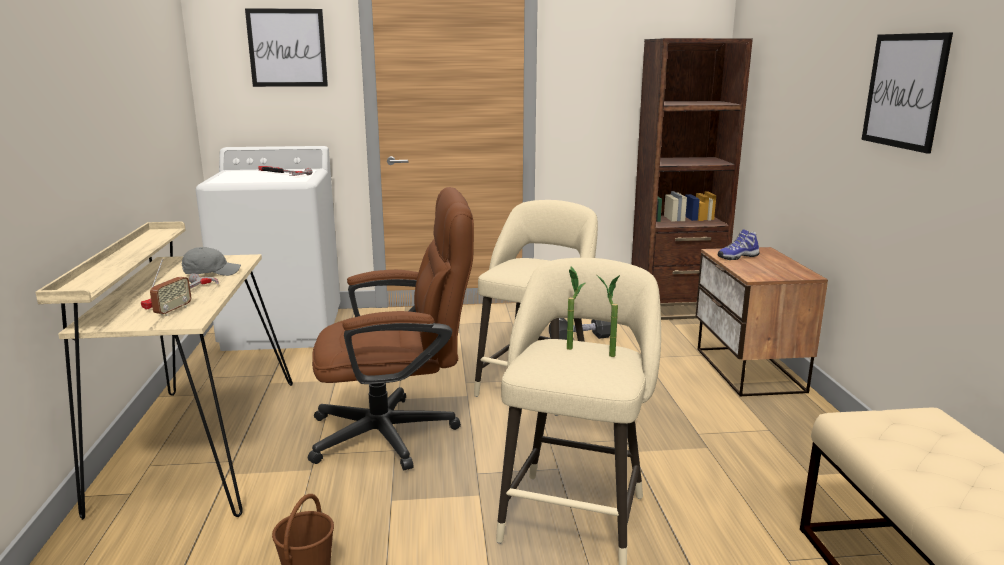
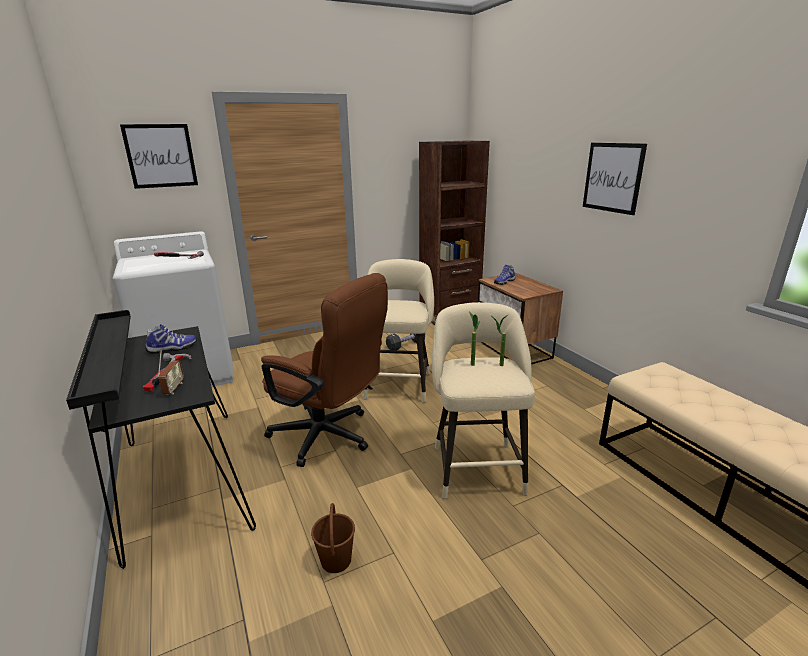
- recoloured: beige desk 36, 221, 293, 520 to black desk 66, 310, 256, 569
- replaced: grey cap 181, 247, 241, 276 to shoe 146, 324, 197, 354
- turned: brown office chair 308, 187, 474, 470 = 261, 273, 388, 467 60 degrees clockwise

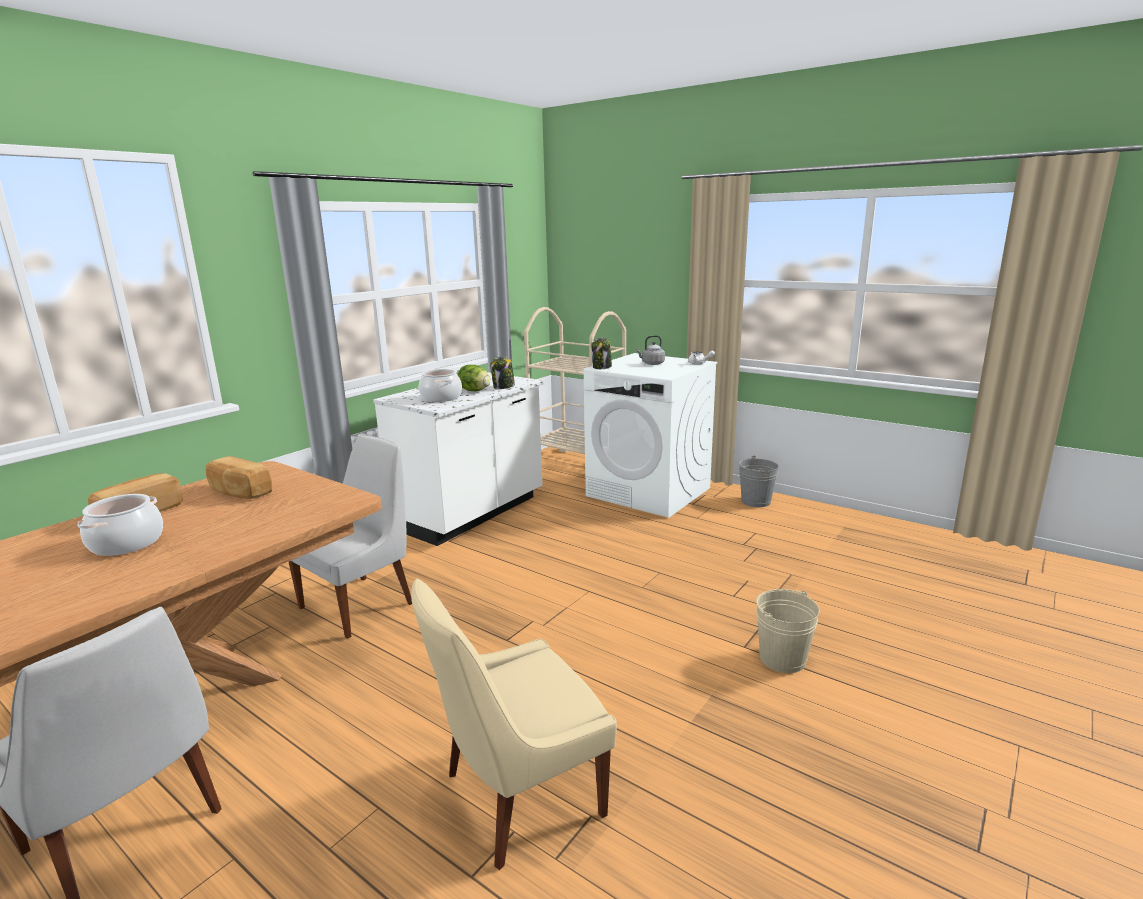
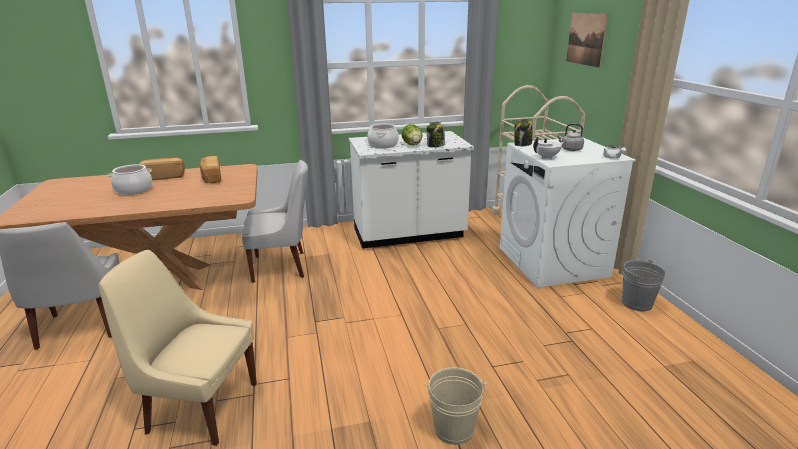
- added: white teapot 533, 137, 564, 160
- added: picture 566, 13, 608, 68

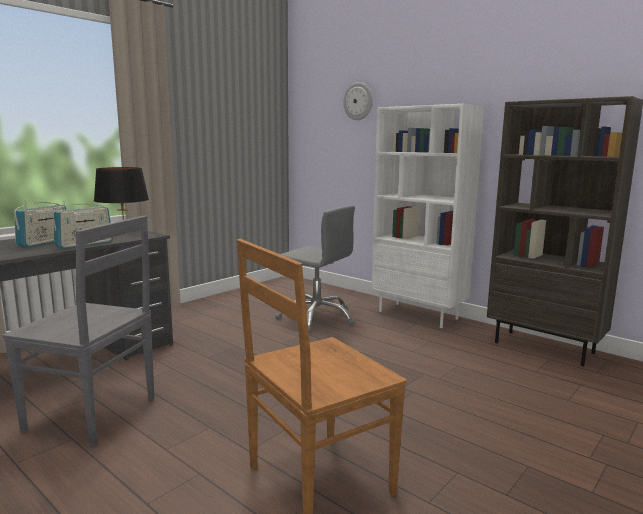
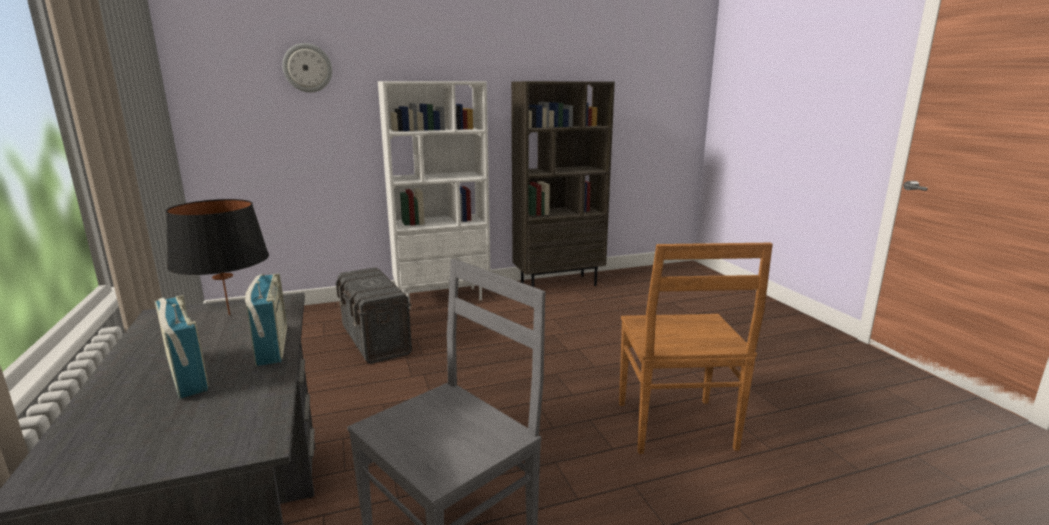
- replaced: grey office chair 275, 205, 355, 332 to grey storage box 336, 267, 412, 364

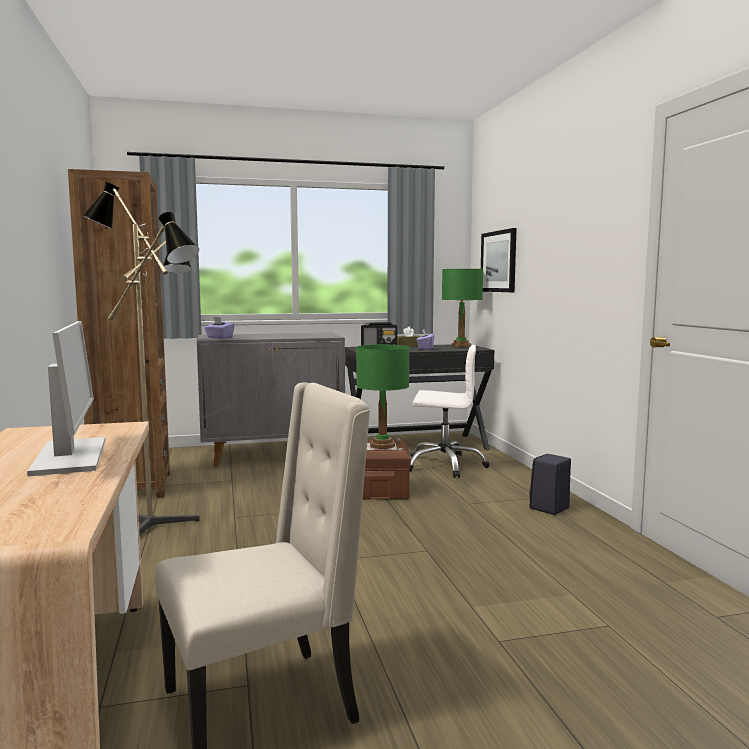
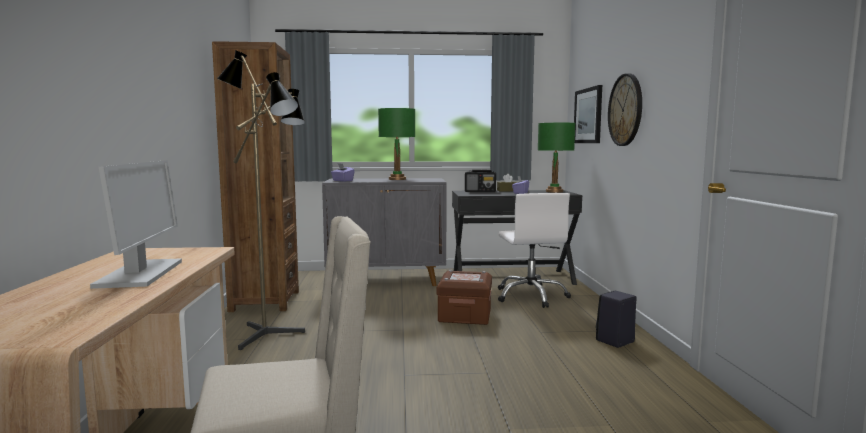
- moved: green table lamp 356, 345, 410, 449 to 378, 108, 415, 180
- turned: white office chair 410, 345, 490, 478 = 498, 193, 571, 308 60 degrees clockwise
- added: wall clock 608, 73, 642, 146

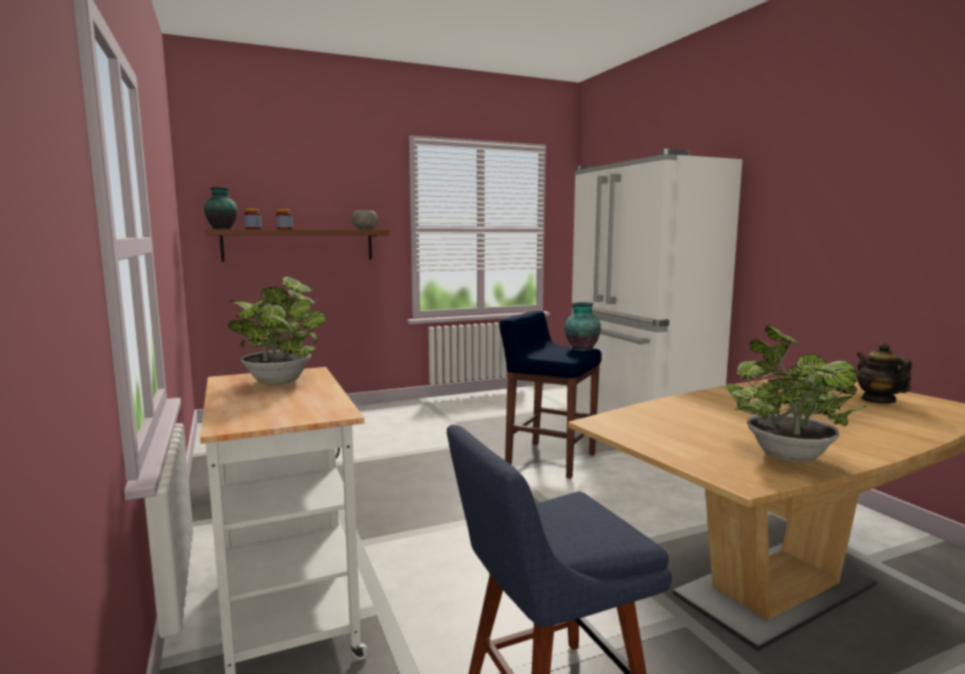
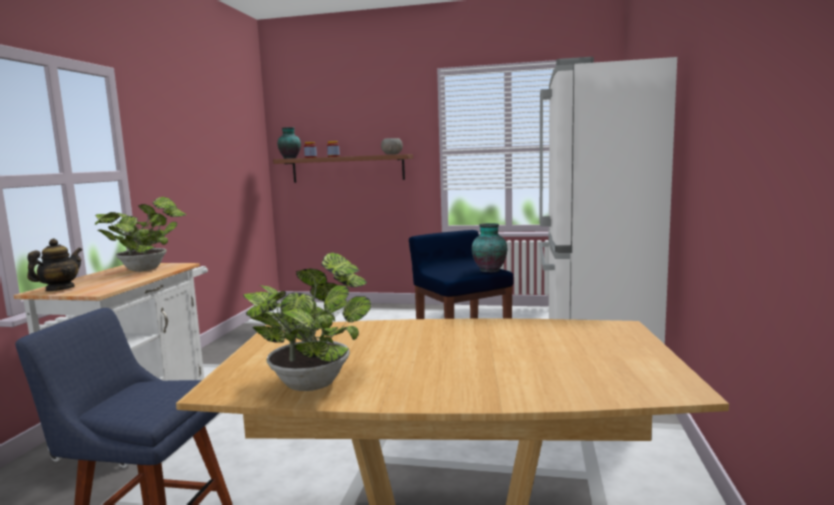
- moved: teapot 856, 343, 912, 404 to 27, 239, 82, 291

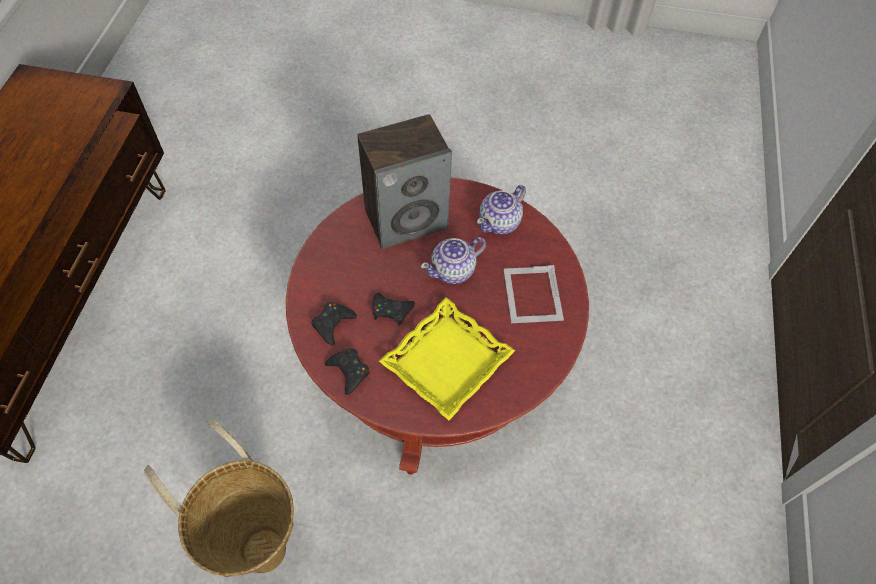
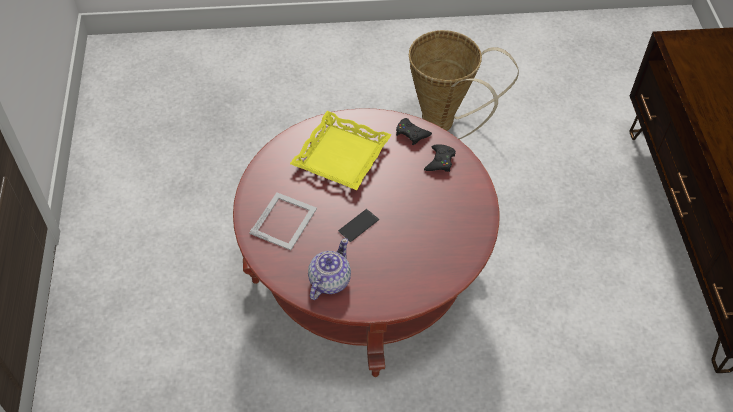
- removed: speaker 358, 114, 452, 249
- removed: black game controller 372, 293, 415, 326
- replaced: teapot 421, 237, 486, 284 to phone 338, 209, 379, 242
- turned: picture frame 504, 265, 564, 323 = 250, 193, 317, 250 45 degrees clockwise

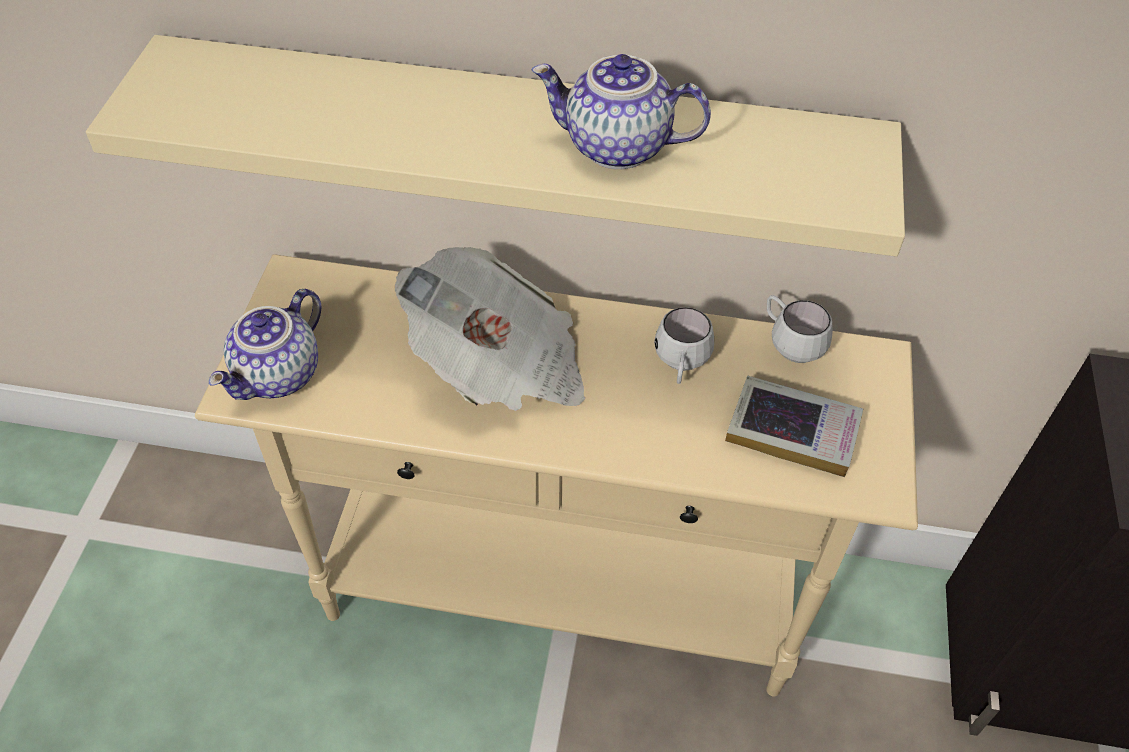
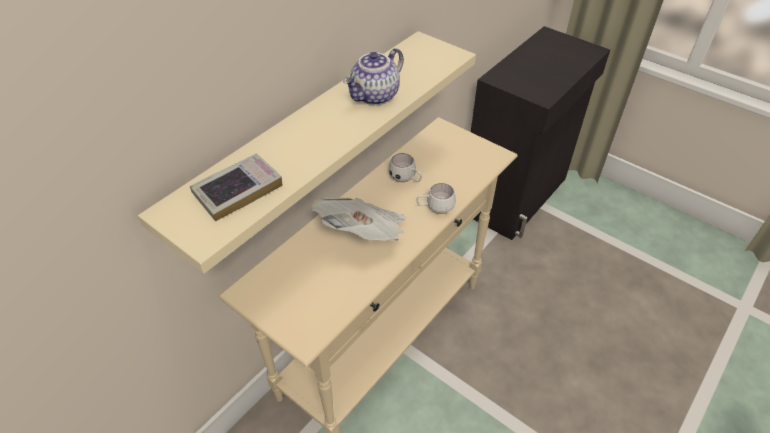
- removed: teapot 209, 289, 321, 400
- moved: book 725, 375, 863, 477 to 190, 154, 283, 222
- moved: white mug 767, 295, 832, 363 to 416, 183, 456, 214

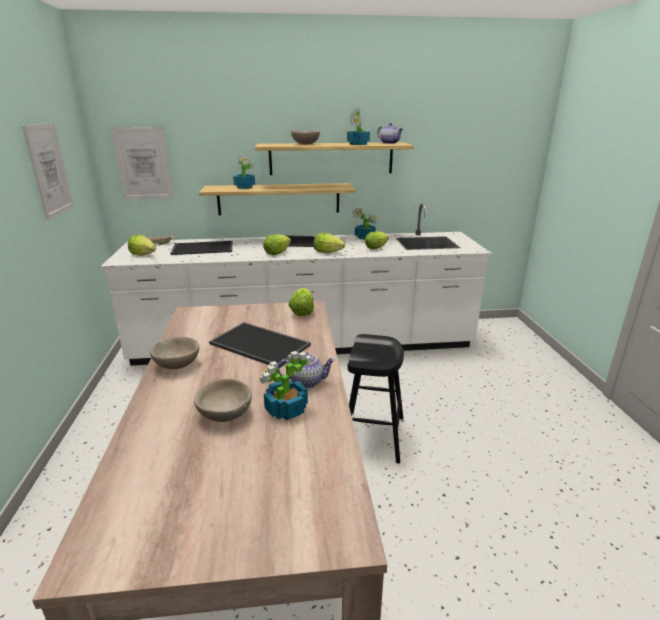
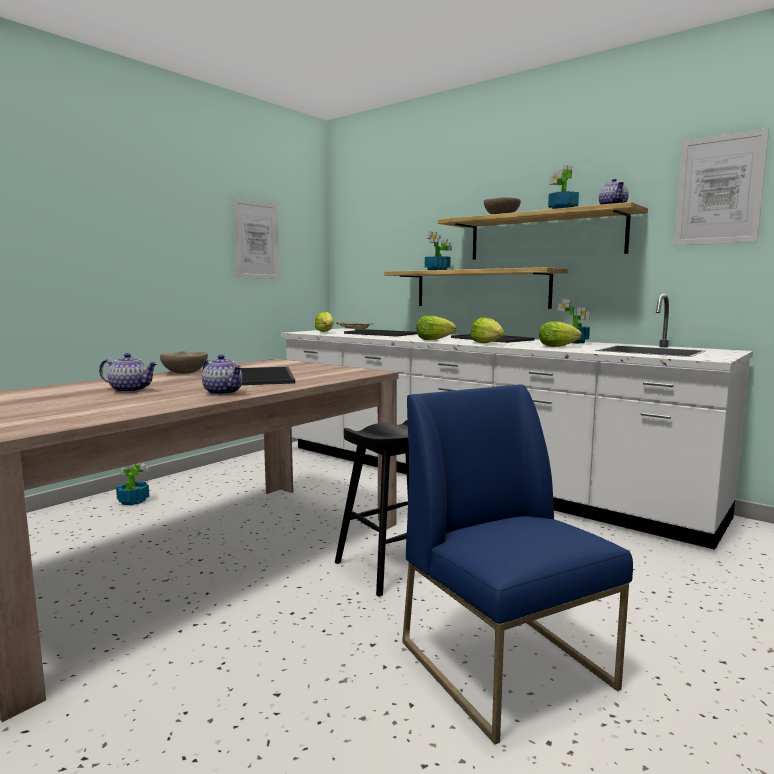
- moved: picture 111, 127, 173, 199 to 674, 128, 769, 246
- replaced: beige bowl 194, 379, 252, 422 to teapot 99, 353, 158, 393
- moved: potted plant 260, 351, 312, 420 to 116, 462, 149, 505
- removed: lettuce 289, 288, 314, 316
- added: blue chair 402, 384, 633, 744

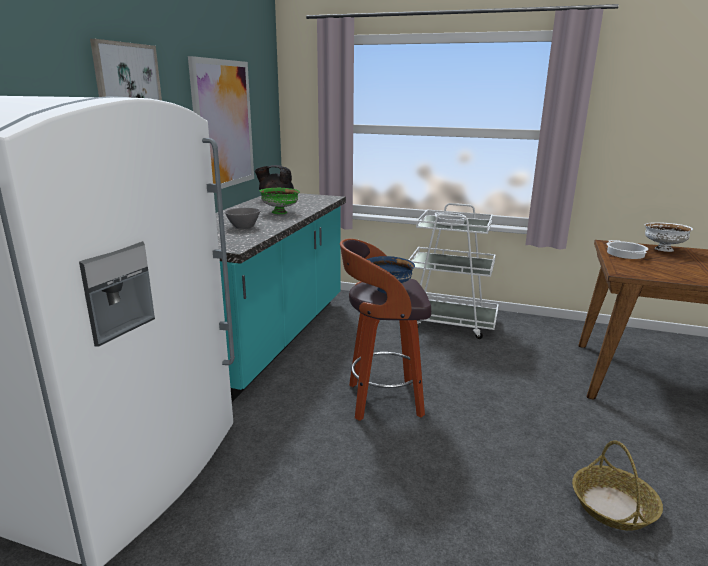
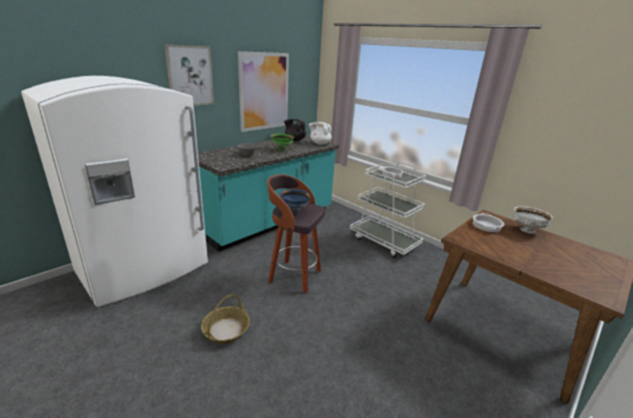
- moved: basket 572, 441, 663, 530 to 201, 294, 250, 344
- added: white teapot 309, 122, 332, 145

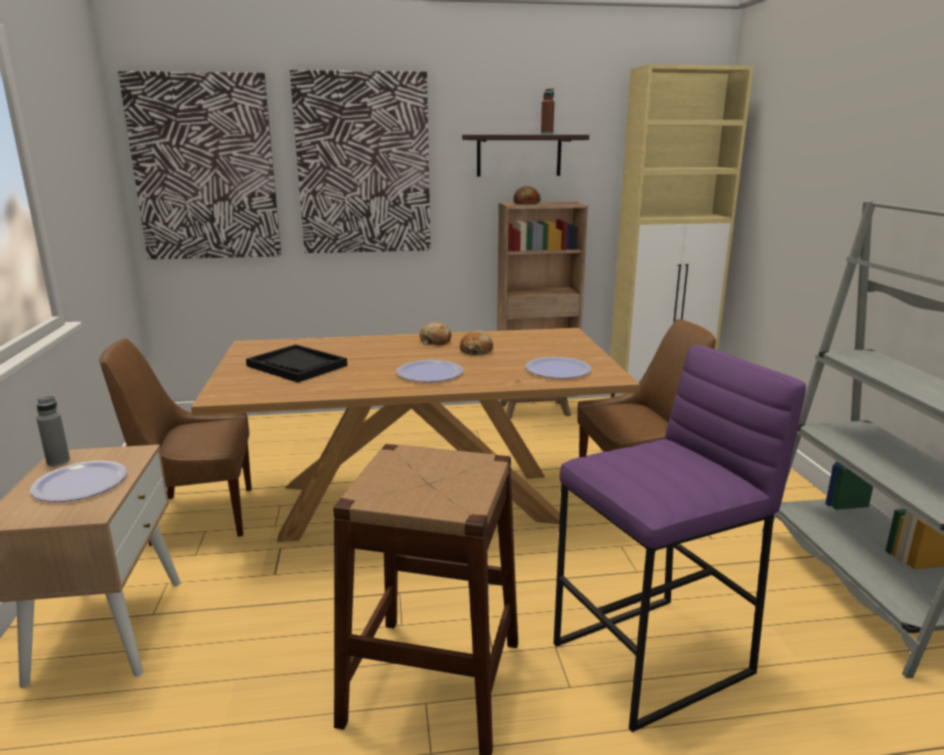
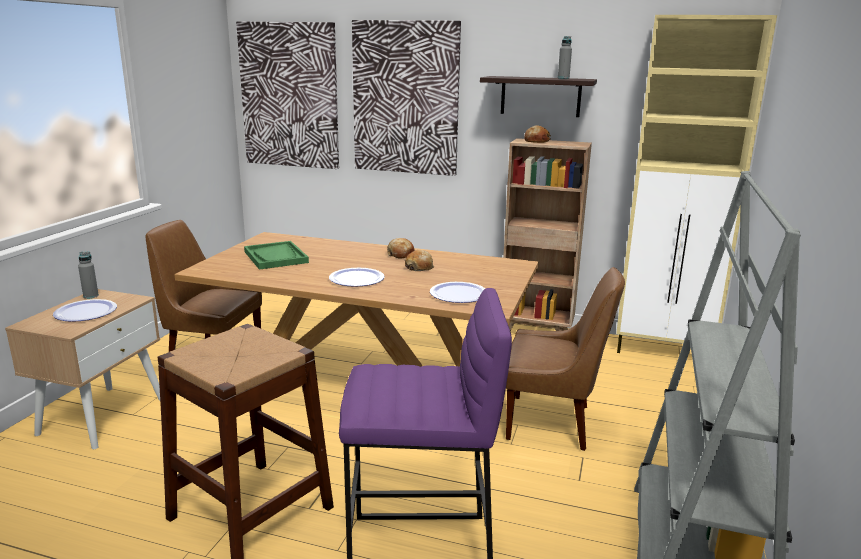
- recoloured: black tray 246, 344, 347, 382 to green tray 244, 241, 309, 270
- recoloured: brown bottle 541, 89, 555, 134 to grey bottle 558, 36, 572, 79

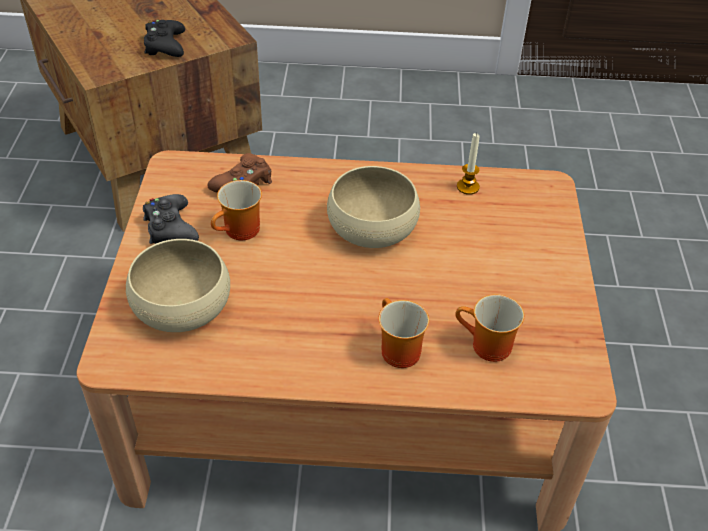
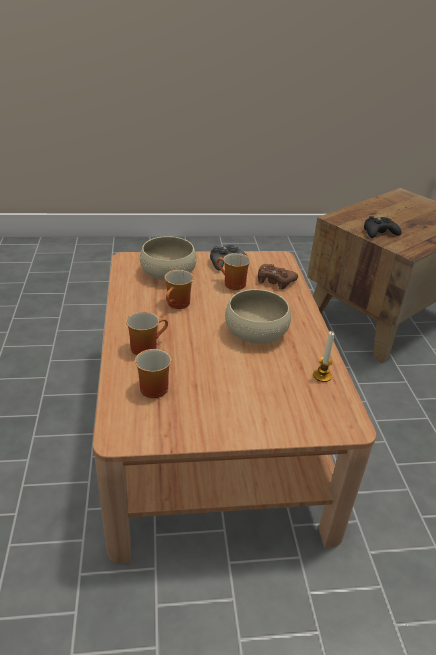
- added: mug 164, 270, 194, 309

